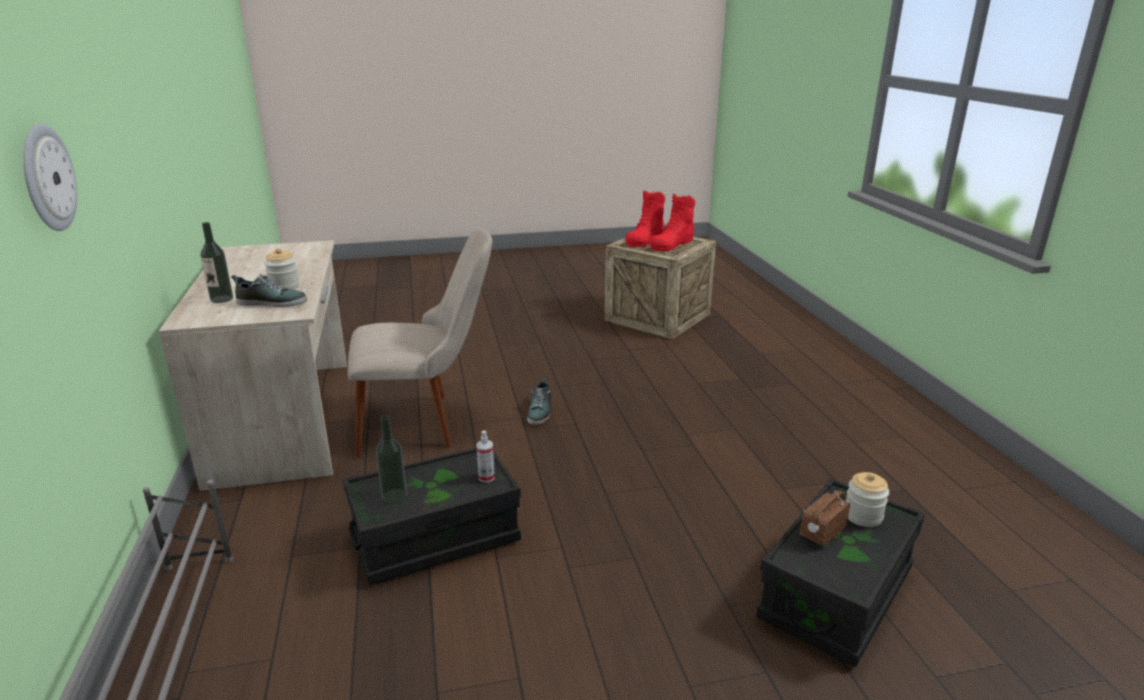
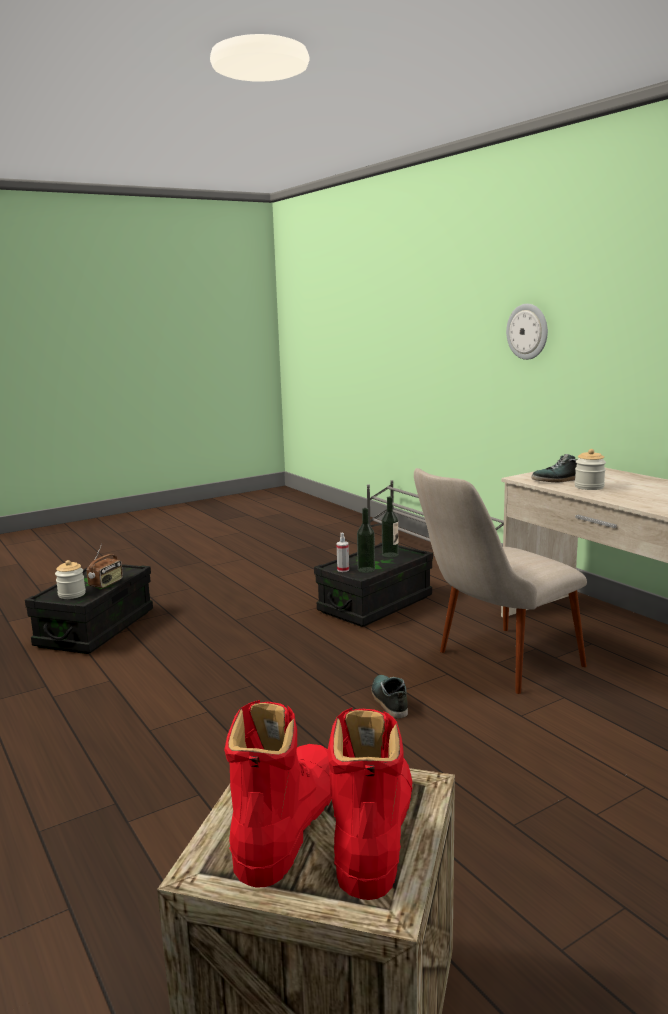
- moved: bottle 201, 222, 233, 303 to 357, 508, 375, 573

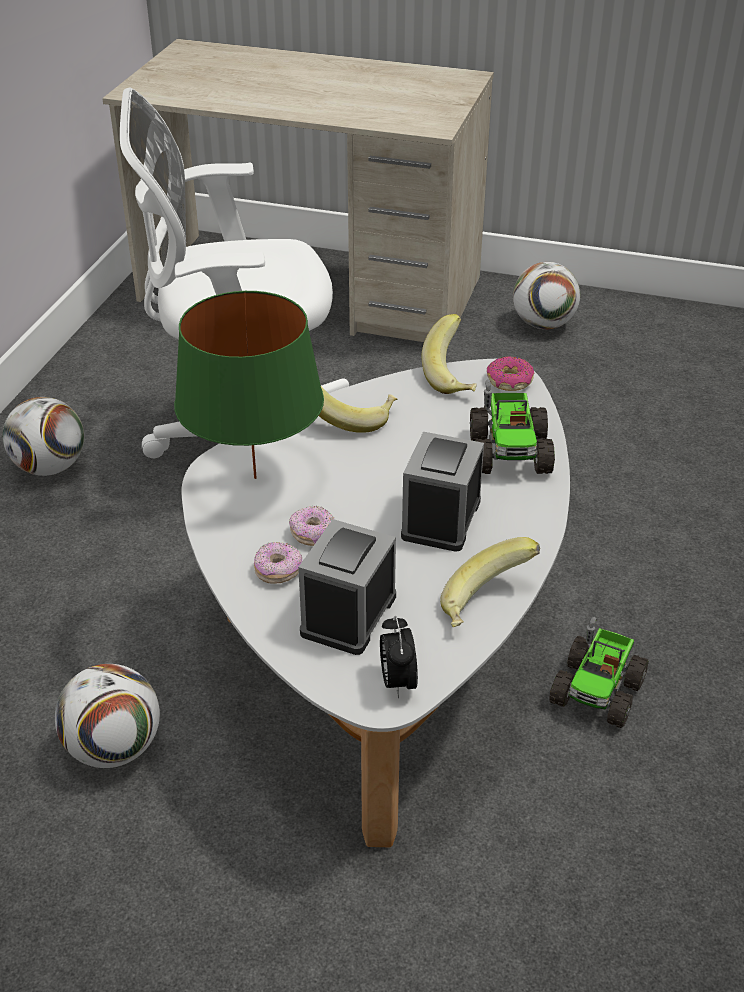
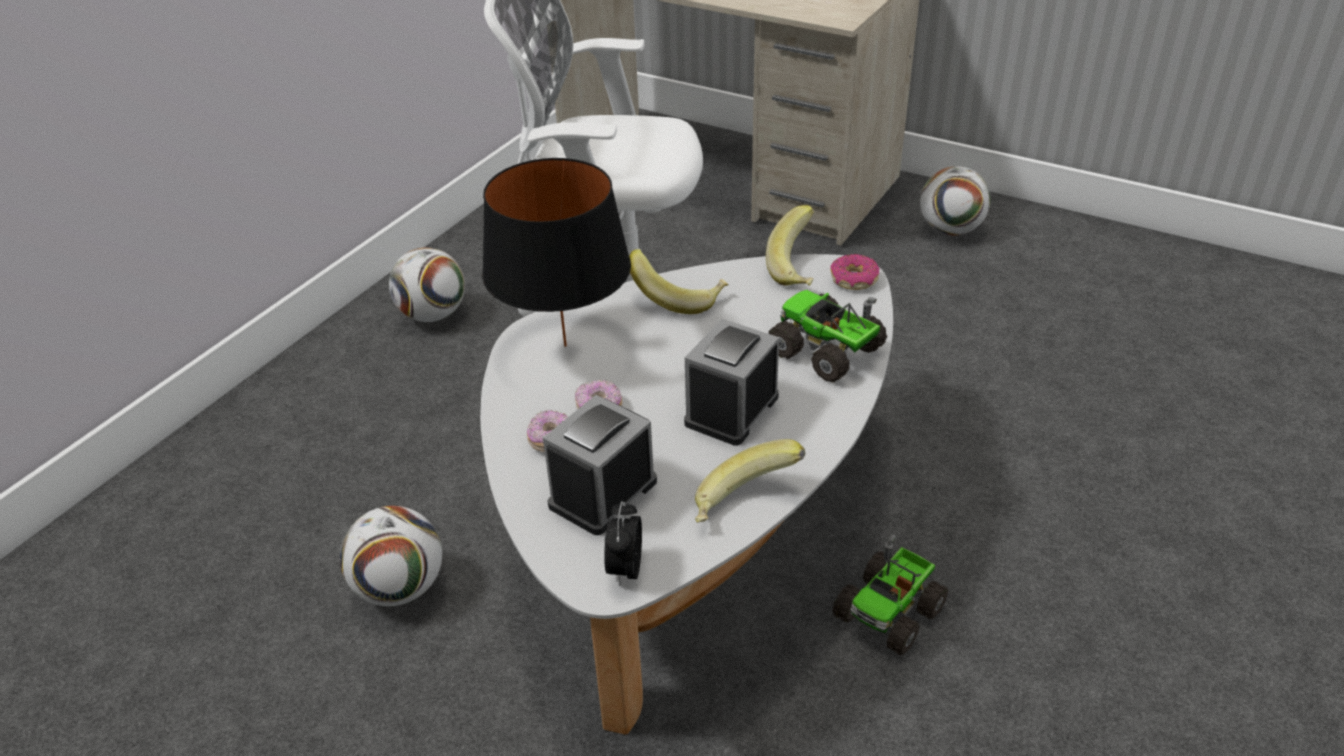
- recoloured: green table lamp 174, 291, 324, 479 to black table lamp 482, 158, 631, 347
- turned: toy truck 470, 380, 555, 474 = 768, 290, 887, 382 120 degrees clockwise

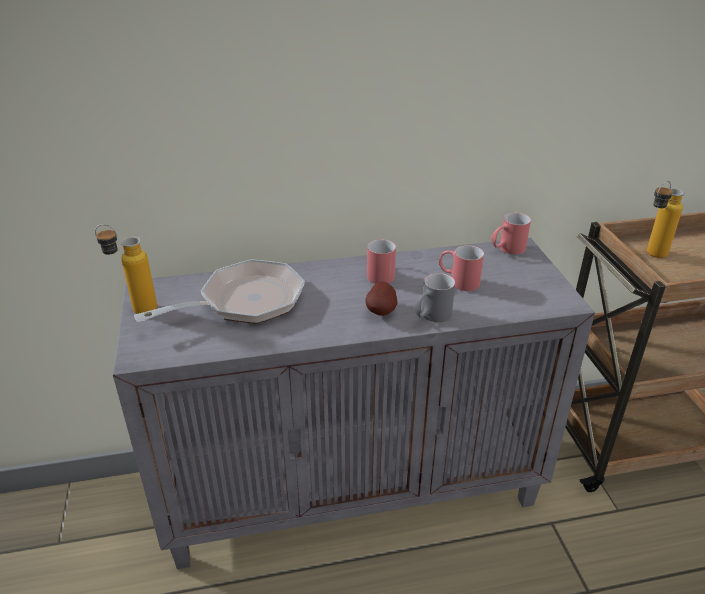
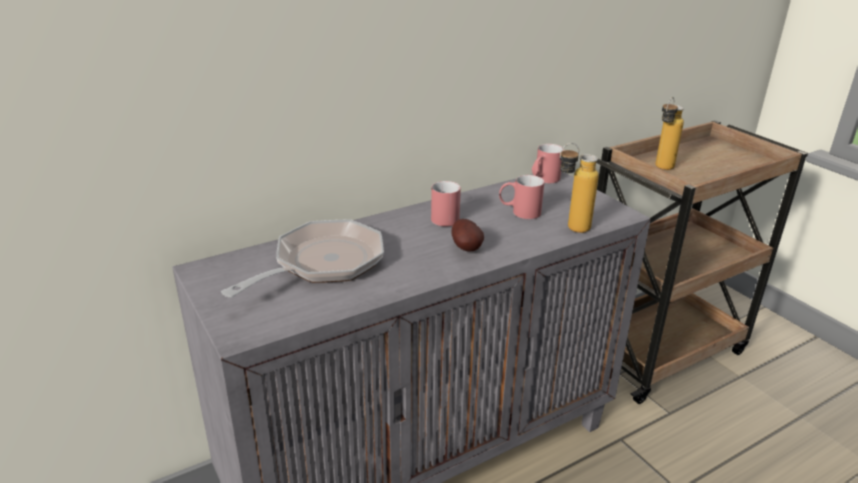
- moved: bottle 95, 224, 157, 315 to 560, 143, 599, 233
- removed: grey mug 414, 273, 455, 322

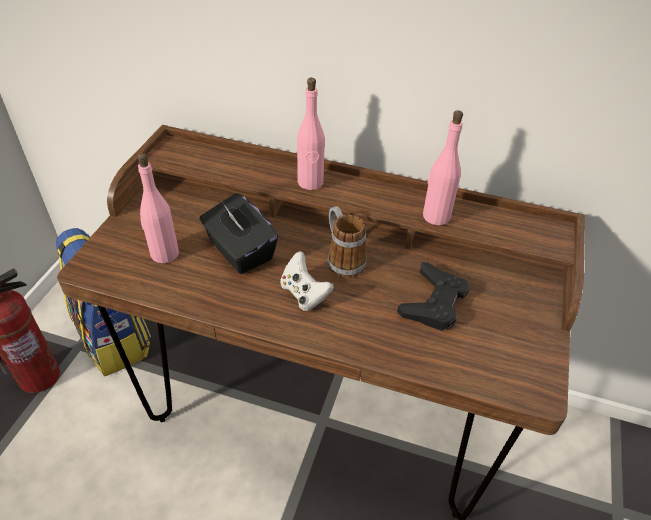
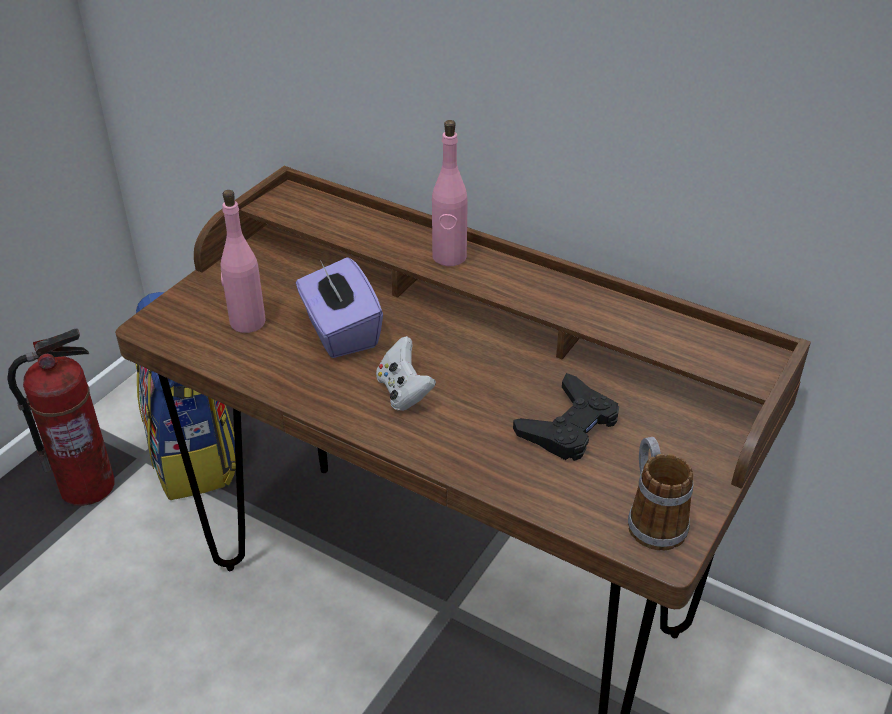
- recoloured: black tissue box 200, 193, 278, 274 to purple tissue box 296, 257, 383, 358
- moved: mug 328, 206, 366, 278 to 628, 437, 693, 550
- removed: pink bottle 423, 110, 463, 225

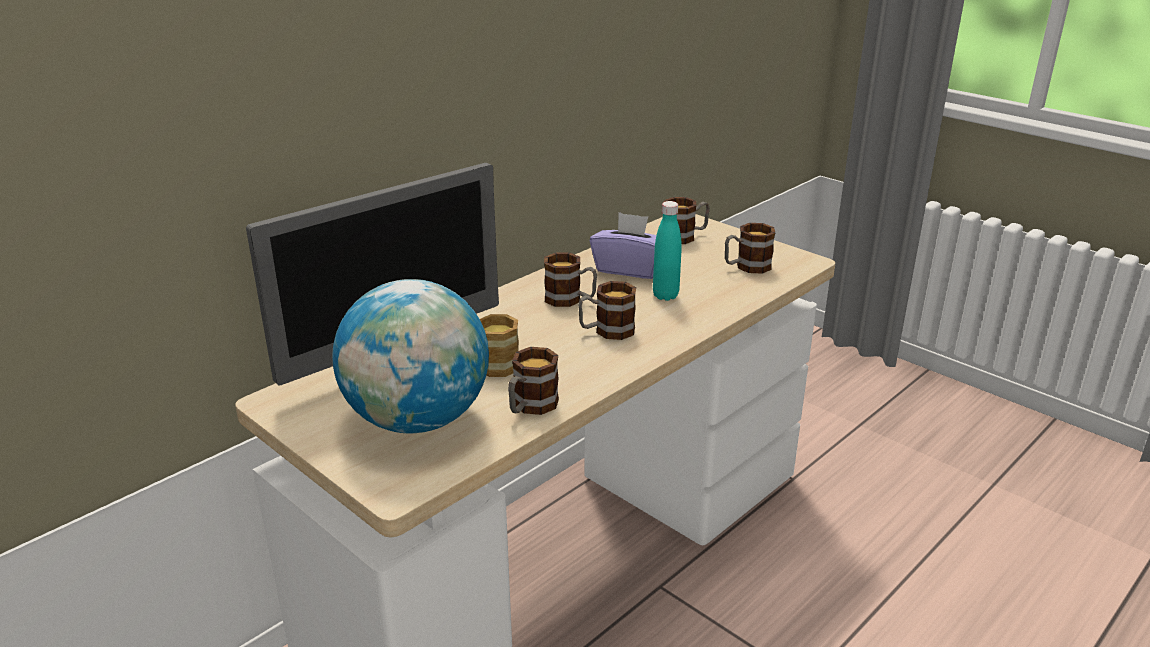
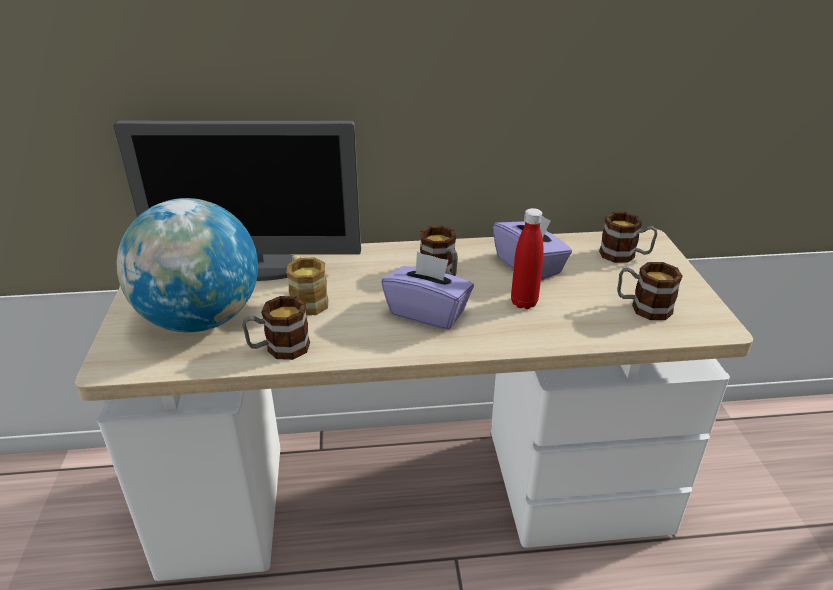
- replaced: mug 578, 281, 636, 340 to purple tissue box 381, 251, 474, 330
- recoloured: turquoise bottle 653, 201, 682, 301 to red bottle 511, 208, 544, 309

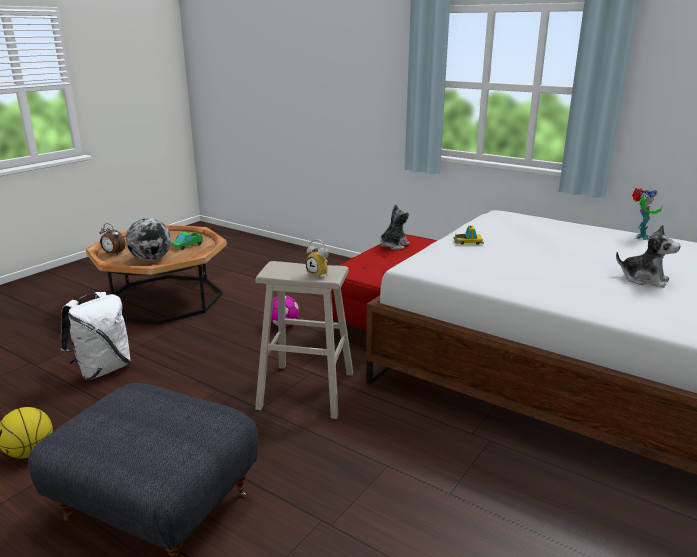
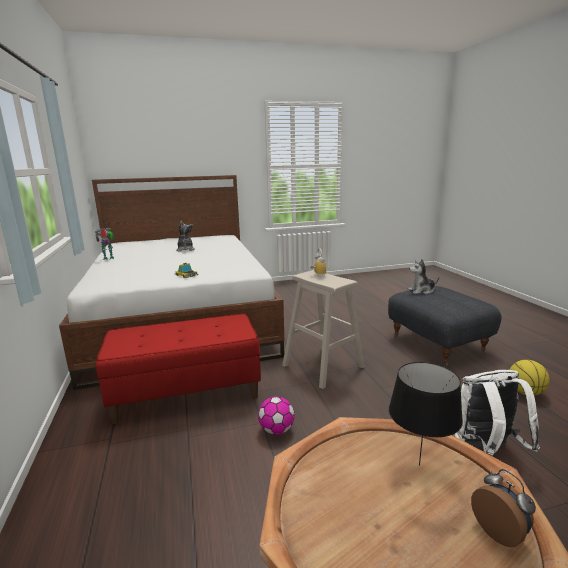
- replaced: globe 126, 218, 171, 261 to black table lamp 389, 362, 463, 466
- removed: toy truck 171, 231, 203, 250
- moved: plush toy 380, 204, 410, 250 to 408, 259, 439, 294

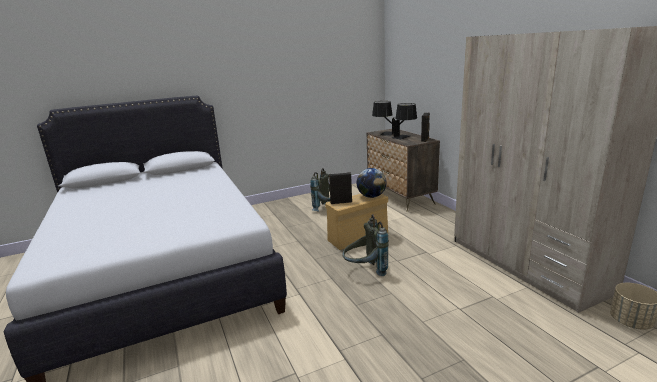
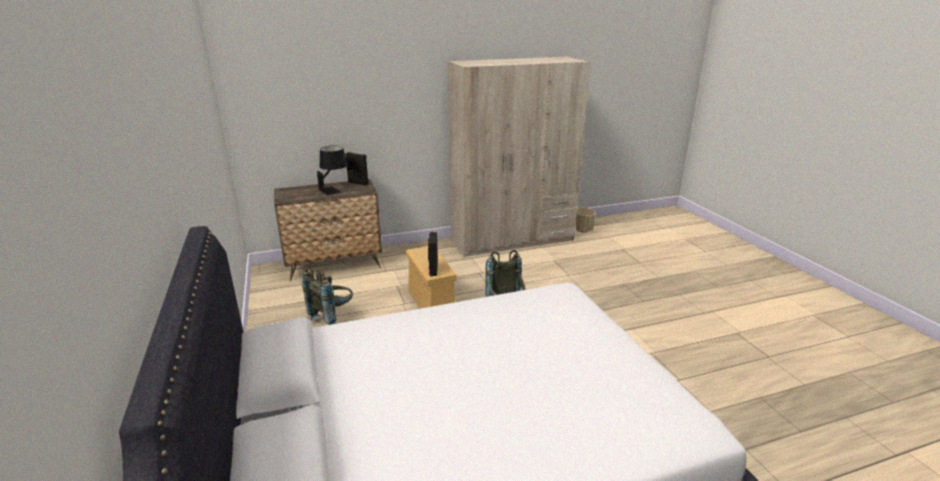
- removed: globe 357, 168, 386, 198
- removed: black table lamp 372, 101, 395, 136

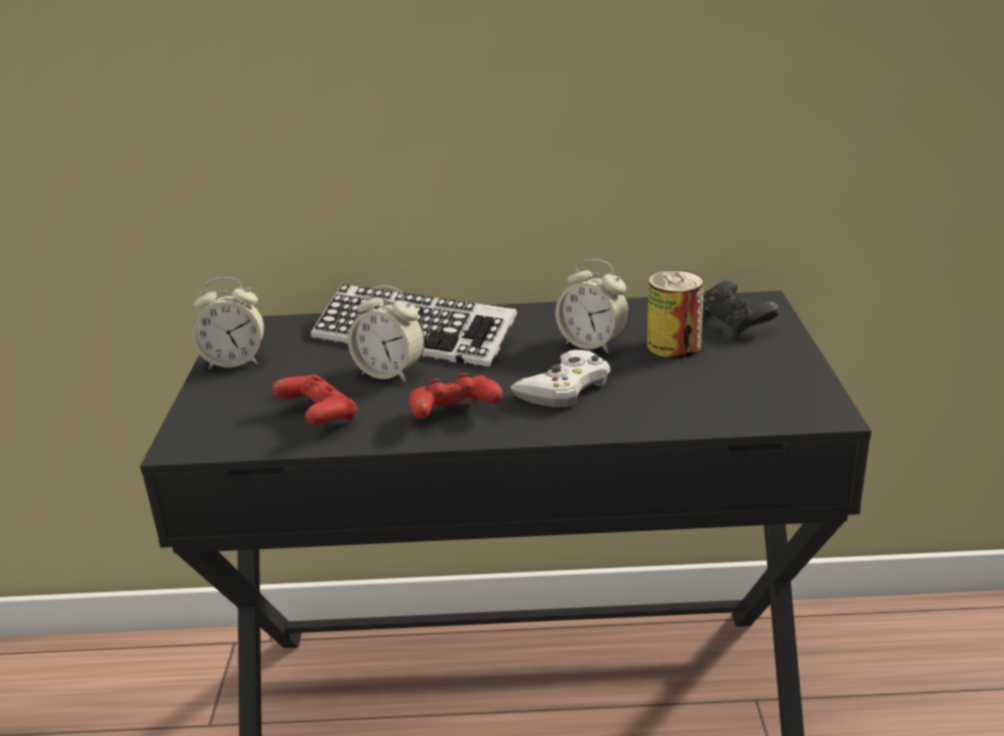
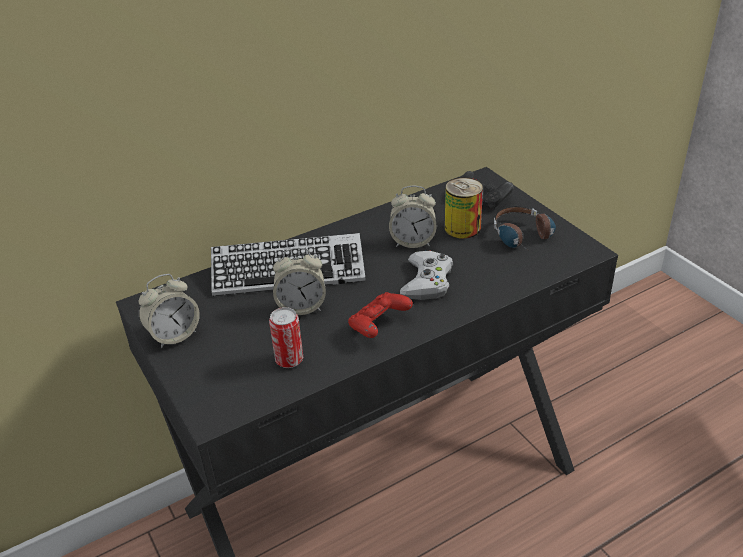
- replaced: red game controller 272, 375, 357, 425 to can 269, 307, 303, 368
- added: headphones 494, 206, 556, 255

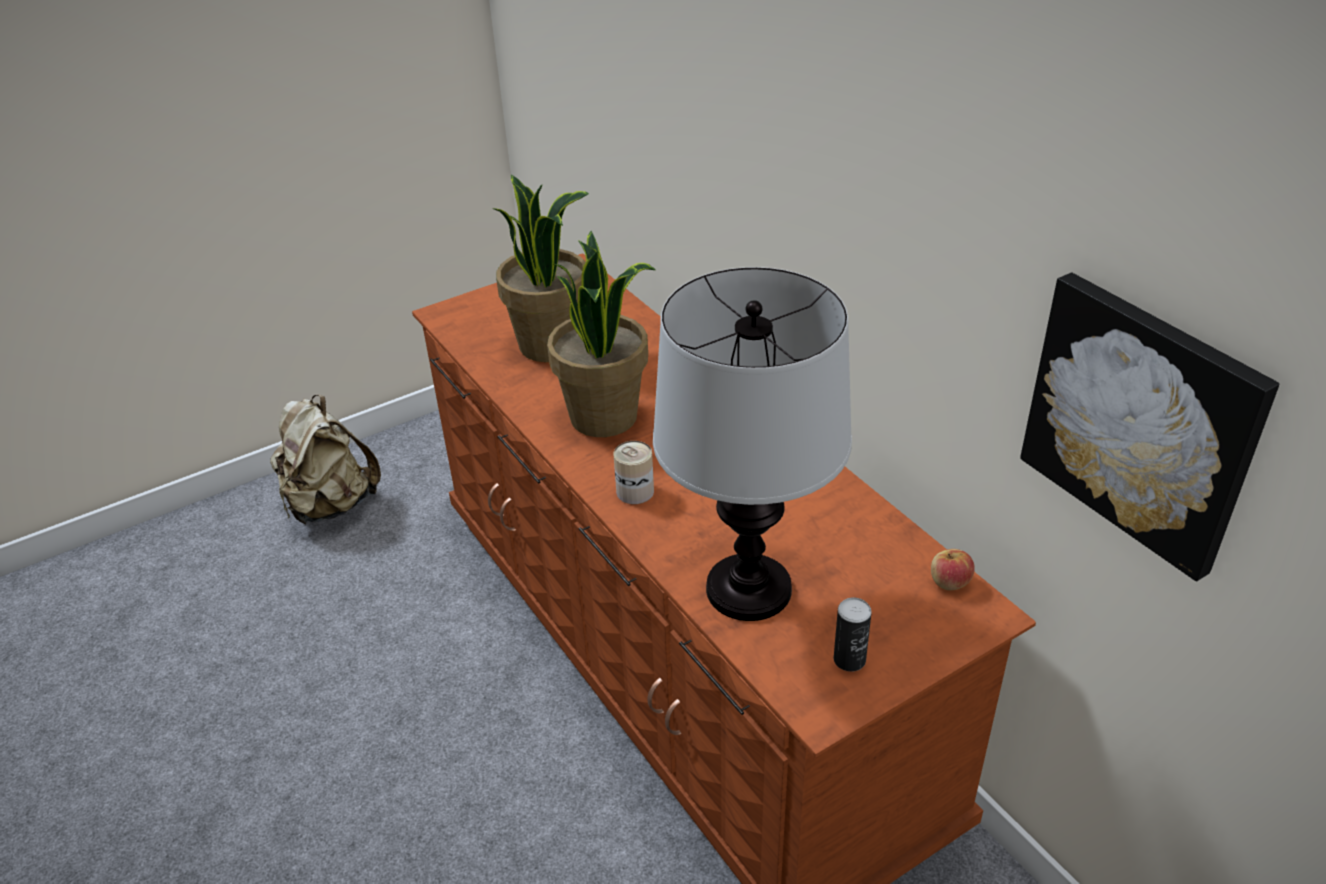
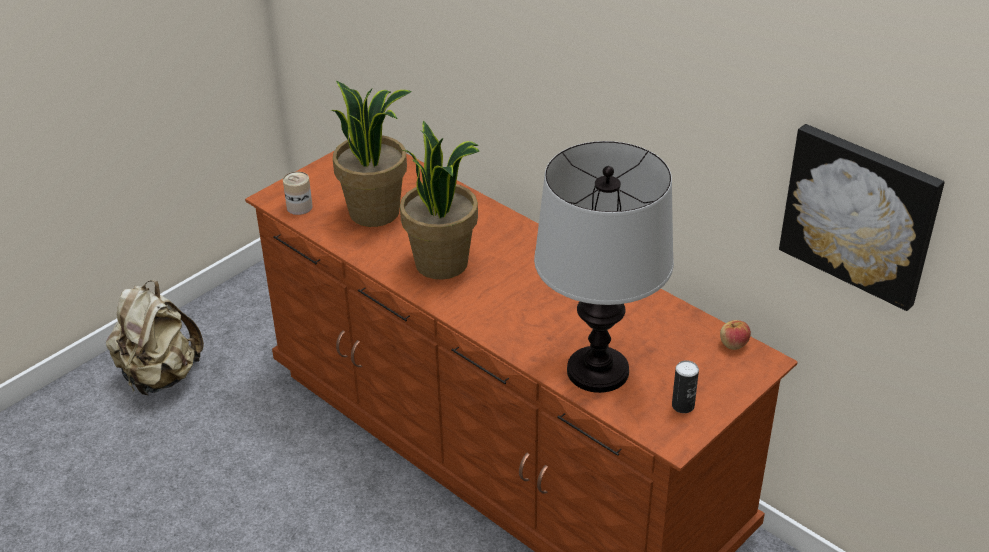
- moved: can 613, 441, 654, 504 to 283, 172, 313, 215

